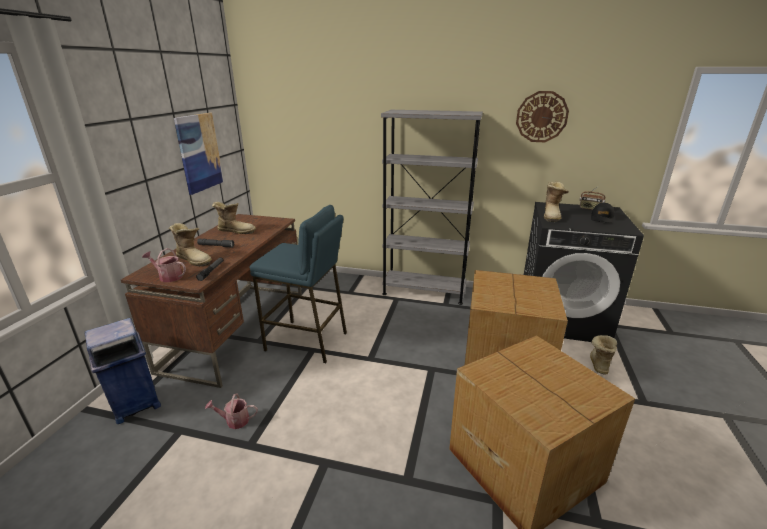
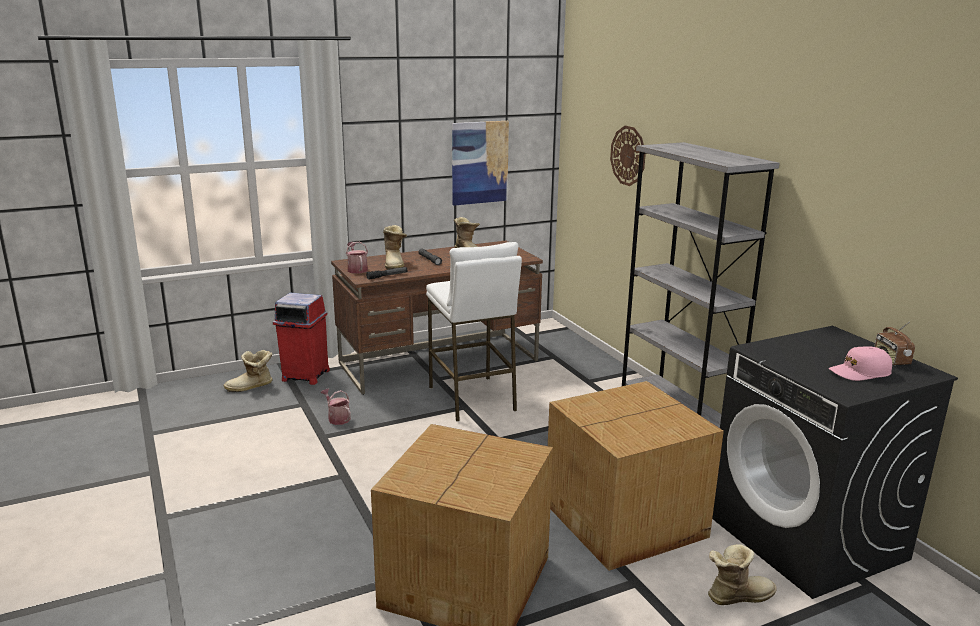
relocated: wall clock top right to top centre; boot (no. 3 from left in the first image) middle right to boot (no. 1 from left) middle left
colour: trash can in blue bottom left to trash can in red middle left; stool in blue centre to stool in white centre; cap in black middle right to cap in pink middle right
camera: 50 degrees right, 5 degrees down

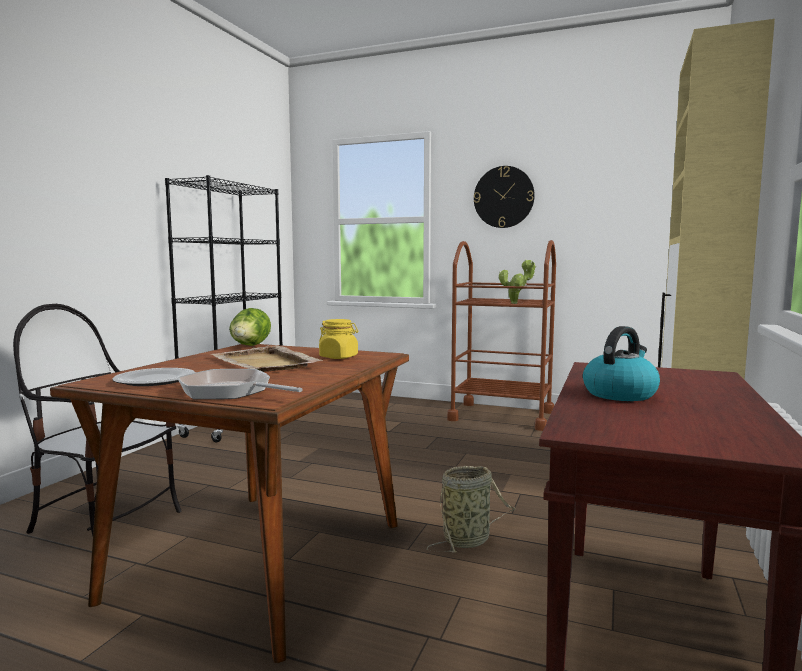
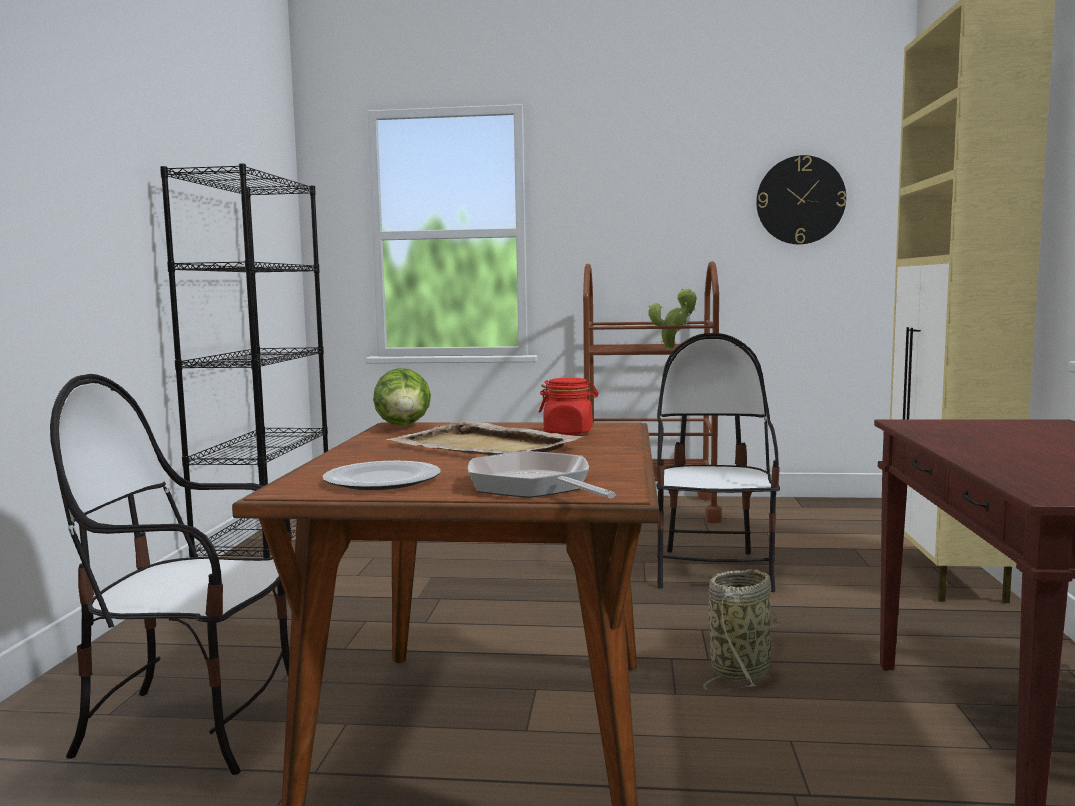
missing: kettle middle right
appeared: chair (no. 2 from left) middle right
relocated: wall clock top centre to top right
colour: jar in yellow centre to jar in red centre
spun: frying pan middle left = centre 45 degrees clockwise
camera: 15 degrees left, 0 degrees up

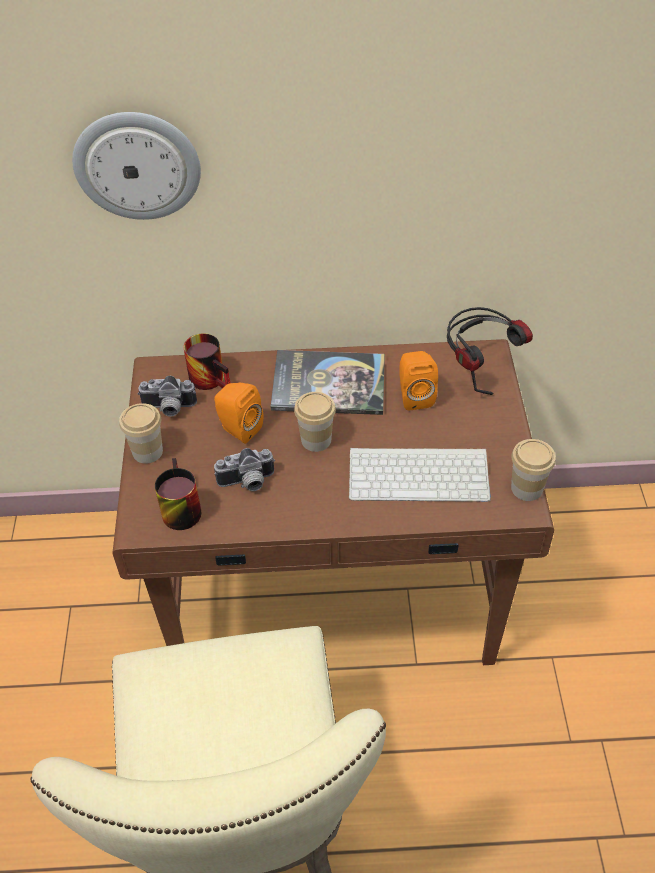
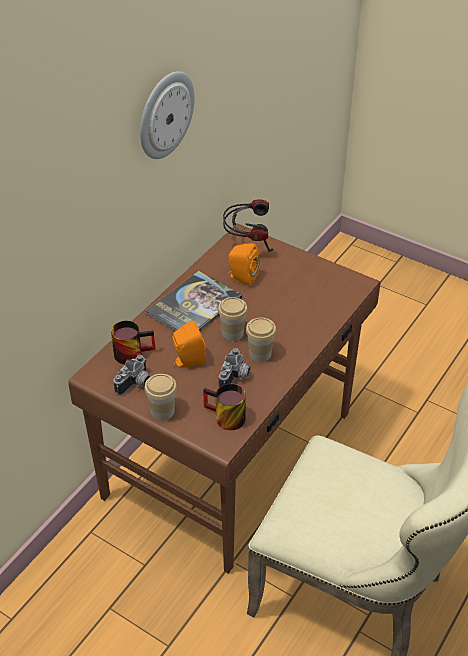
missing: keyboard centre
relocated: wall clock top left to top centre; cup (no. 3 from left) middle right to centre
camera: 55 degrees left, 5 degrees down

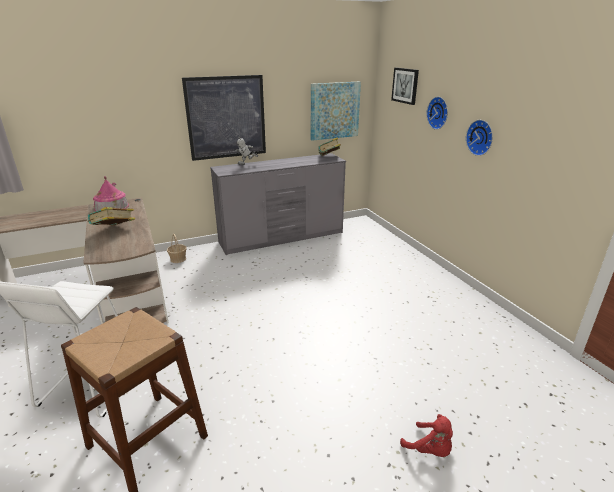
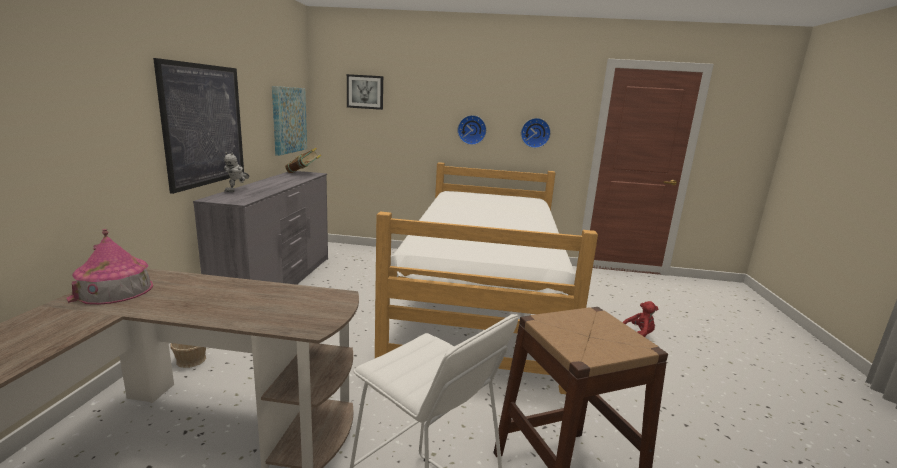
missing: book (no. 1 from left) middle left
appeared: bed centre
relocated: wall clock (no. 1 from left in the first image) top right to wall clock (no. 2 from left) top centre
camera: 60 degrees left, 10 degrees down

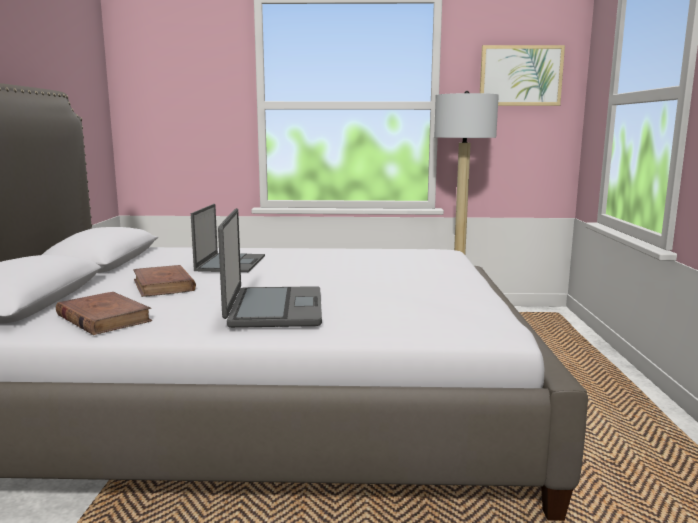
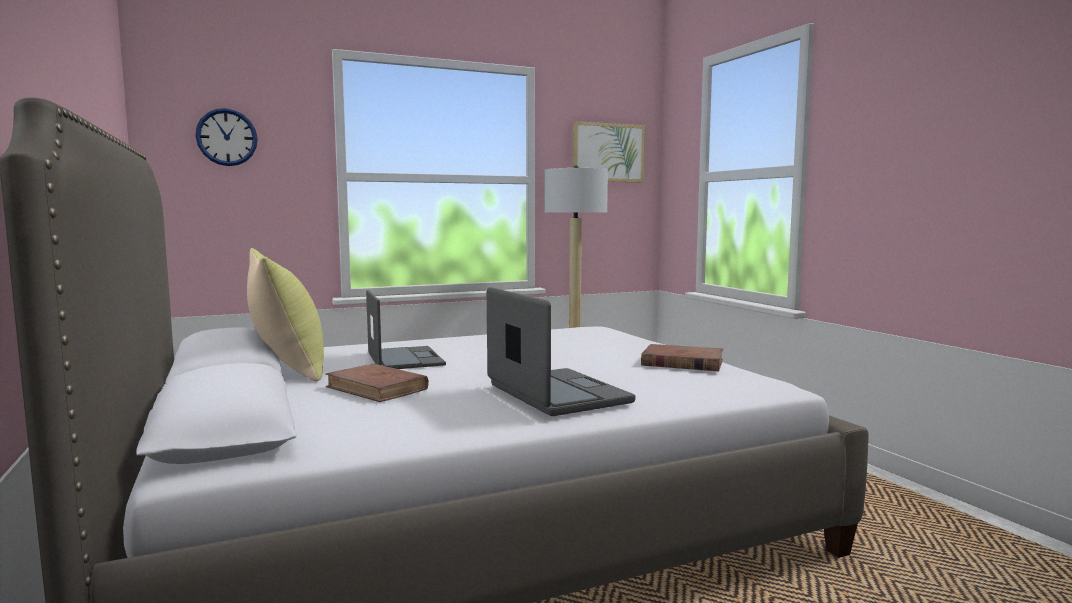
appeared: wall clock top left; pillow in yellow middle left
relocated: book in brown (no. 1 from left in the first image) middle left to book in brown (no. 2 from left) centre
camera: 25 degrees left, 5 degrees down

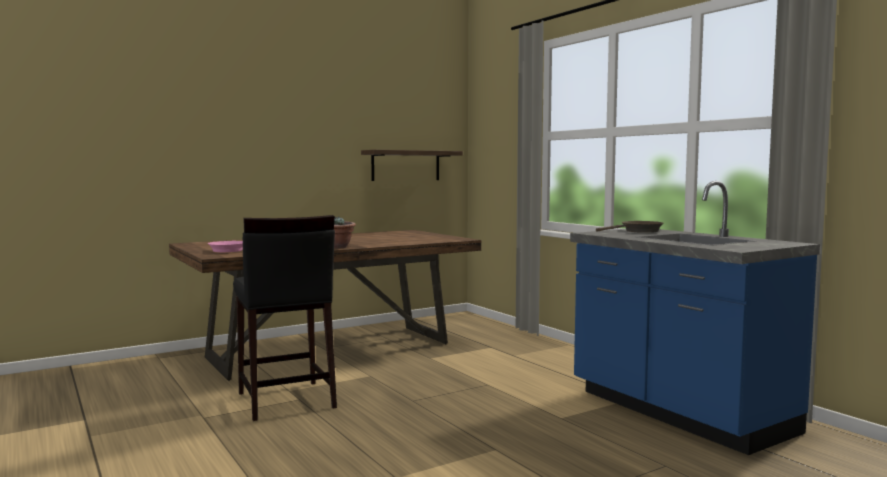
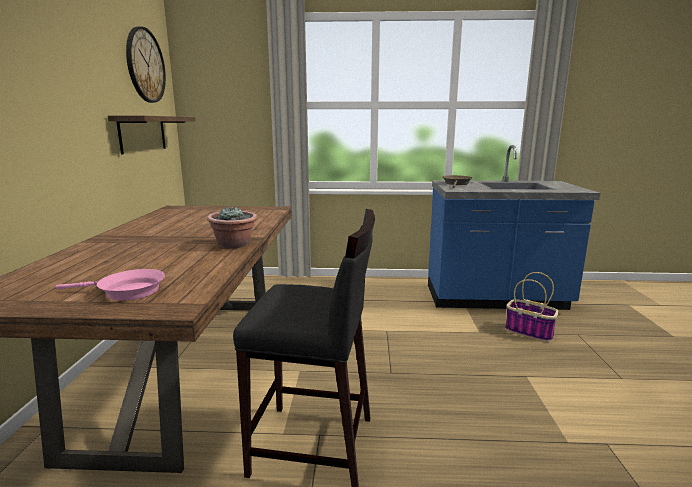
appeared: wall clock top left; basket middle right
camera: 55 degrees left, 10 degrees up

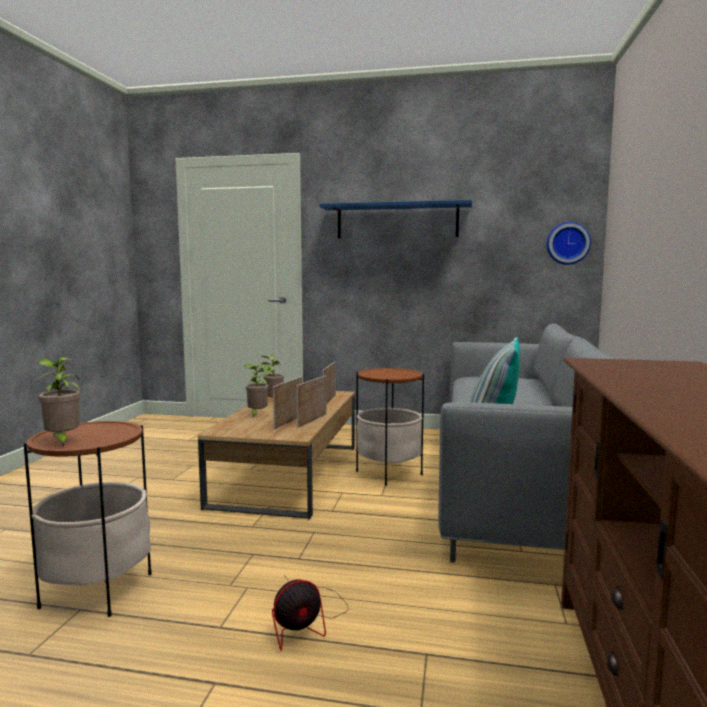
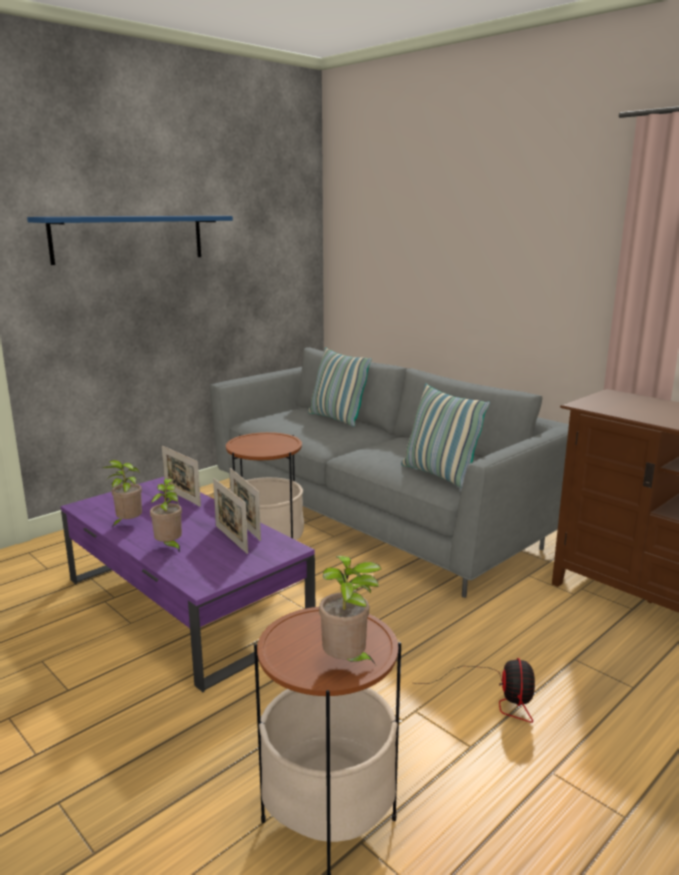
missing: wall clock middle right
appeared: pillow (no. 1 from left) centre
colour: coffee table in brown centre to coffee table in purple bottom left
camera: 55 degrees left, 10 degrees up

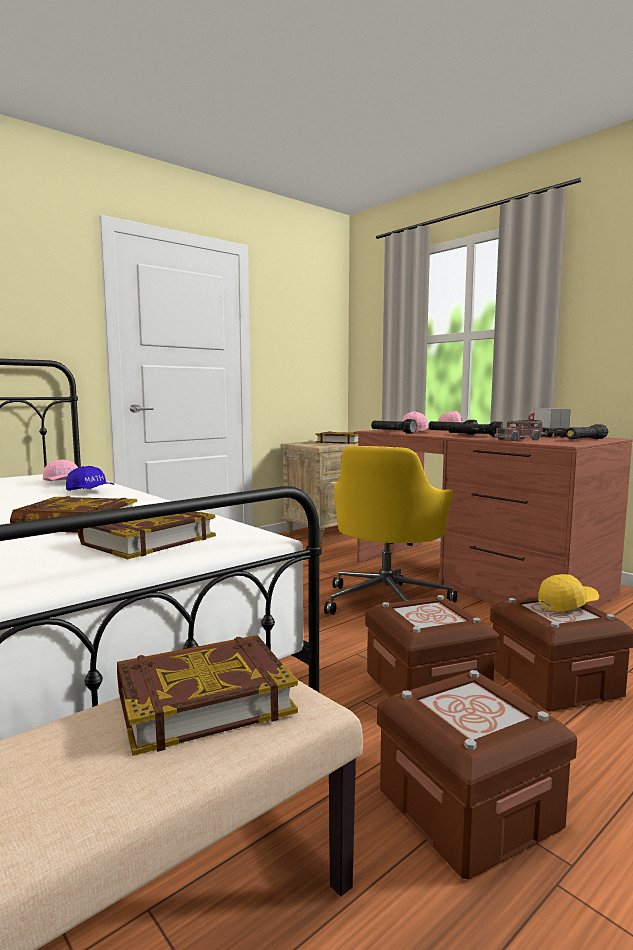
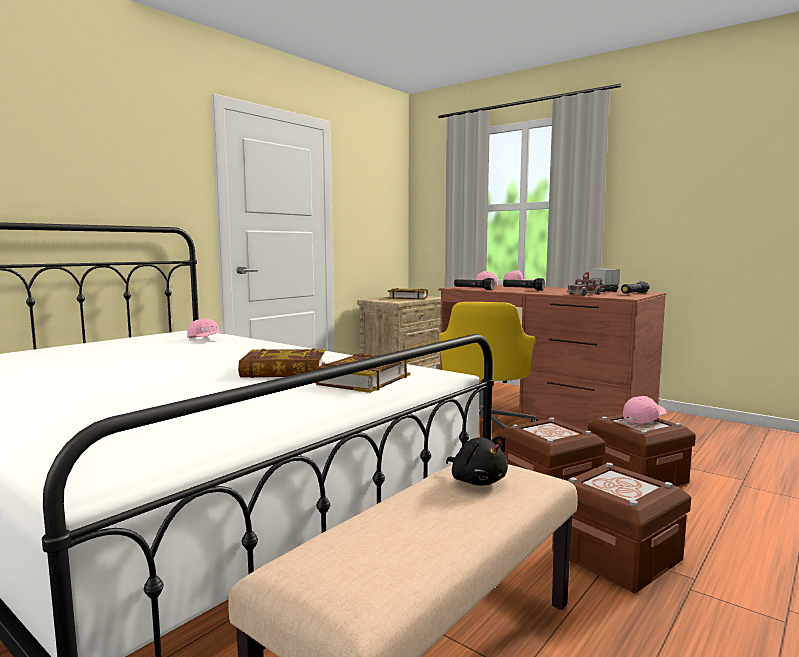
missing: cap in blue middle left; flashlight in black (no. 3 from left) middle right
exchanged: book (no. 3 from left) bottom left to plush toy in black bottom centre
colour: cap in yellow middle right to cap in pink (no. 4 from left) middle right
camera: 10 degrees left, 0 degrees up

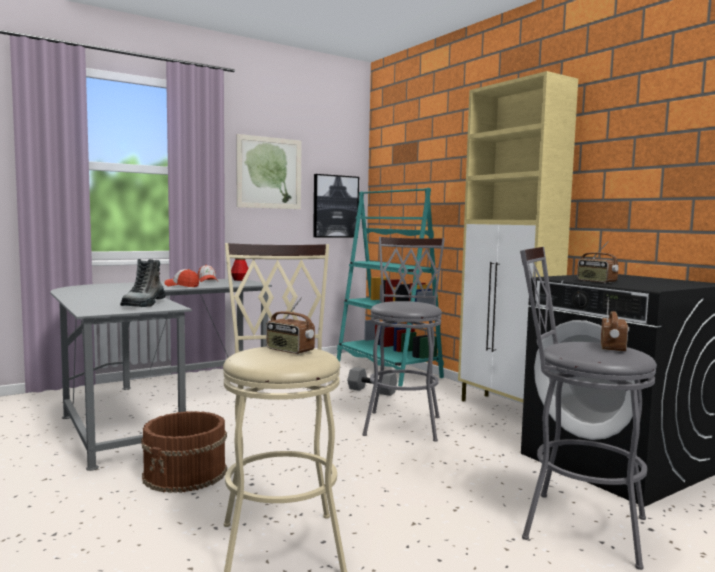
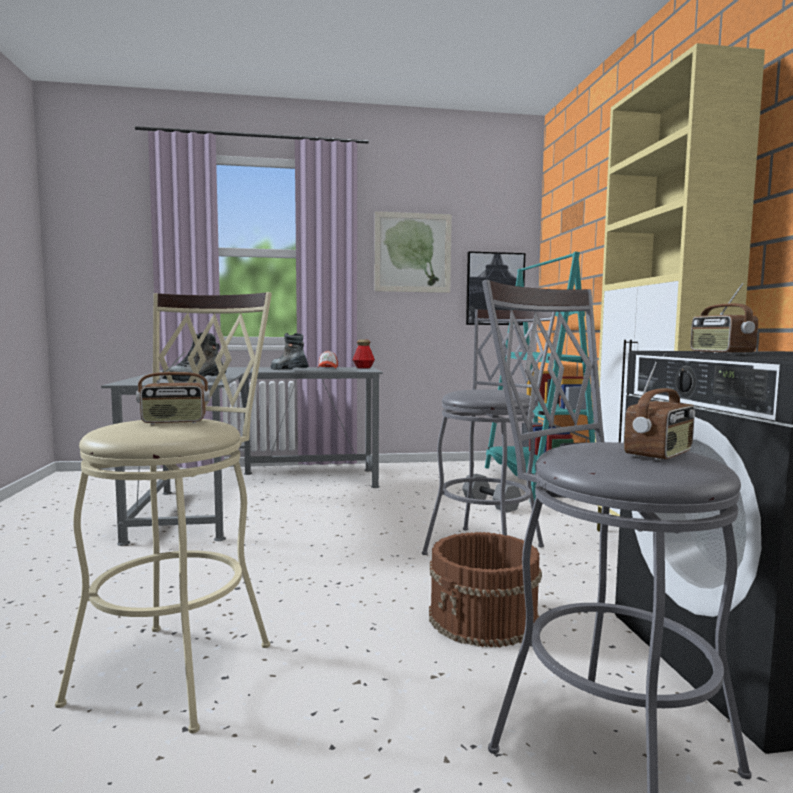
relocated: bucket in brown bottom left to bottom centre
exchanged: cap (no. 1 from left) middle left to boot (no. 2 from left) centre
spun: radio (no. 1 from left) centre = middle left 75 degrees counterclockwise
camera: 25 degrees right, 0 degrees up

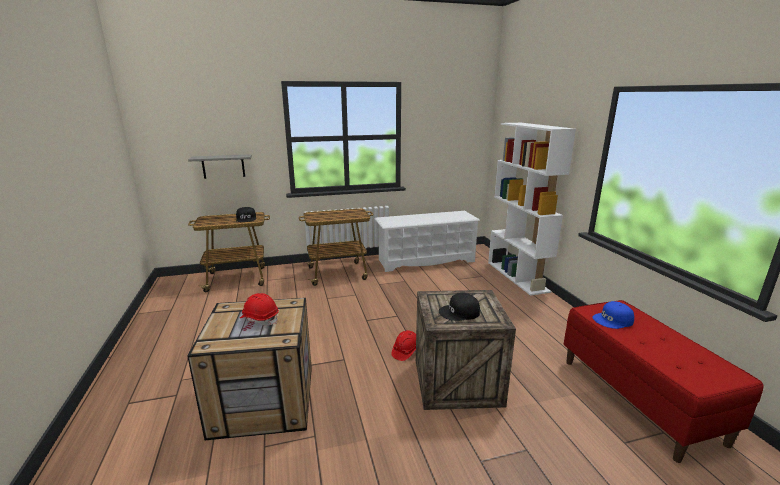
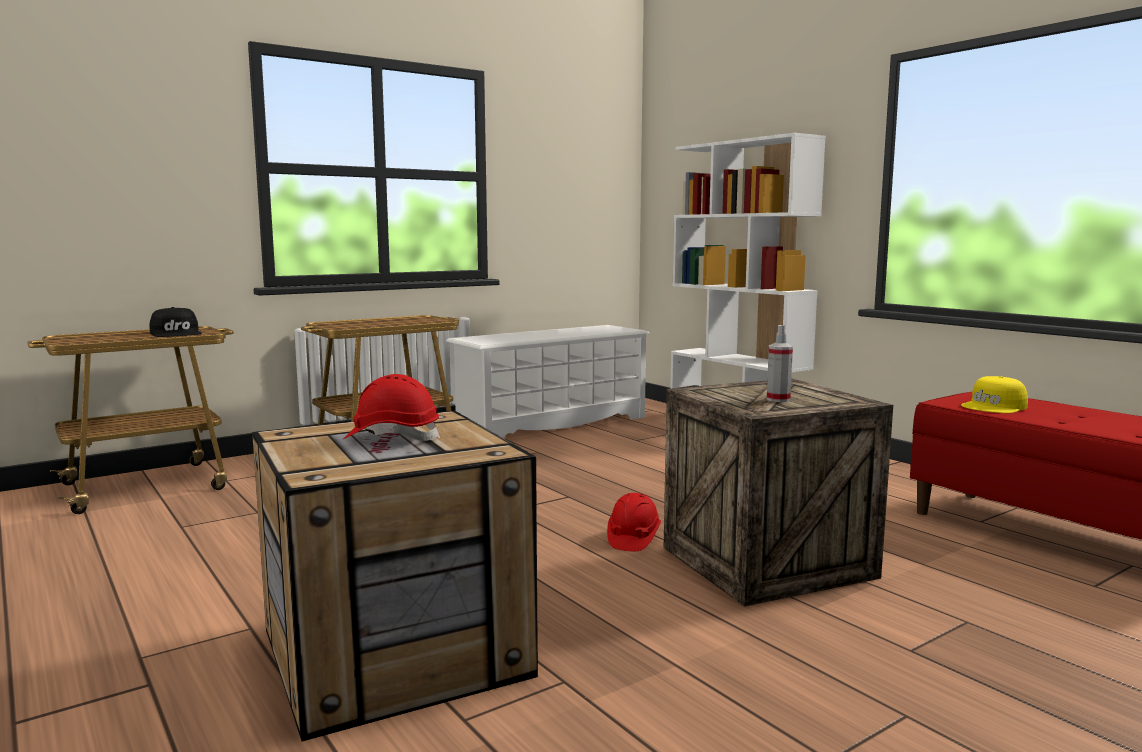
missing: shelf in grey middle left
exchanged: cap in black (no. 2 from left) centre to spray bottle middle right
colour: cap in blue middle right to cap in yellow middle right
camera: 20 degrees left, 10 degrees down

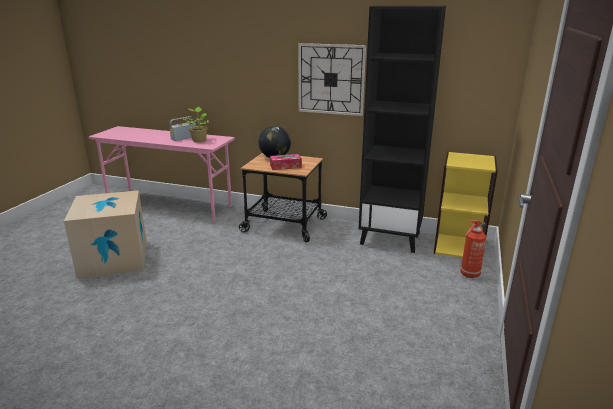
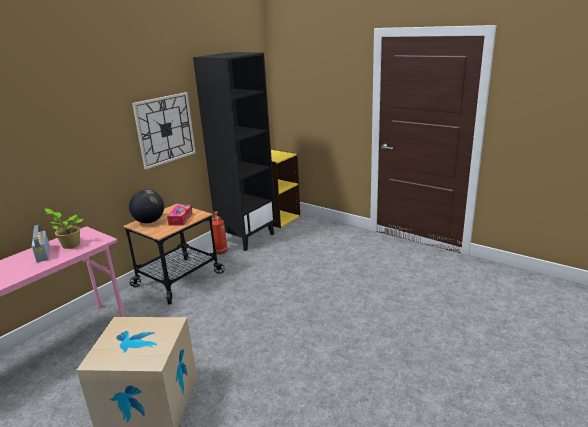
relocated: fire extinguisher middle right to centre
camera: 70 degrees left, 0 degrees up

